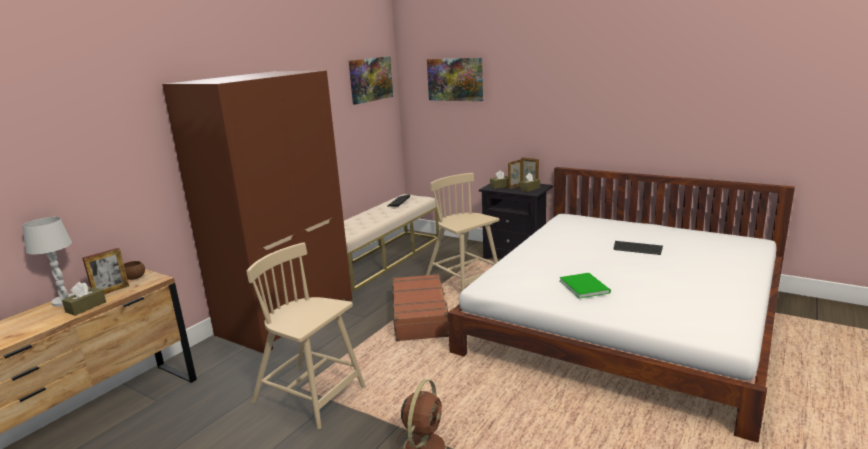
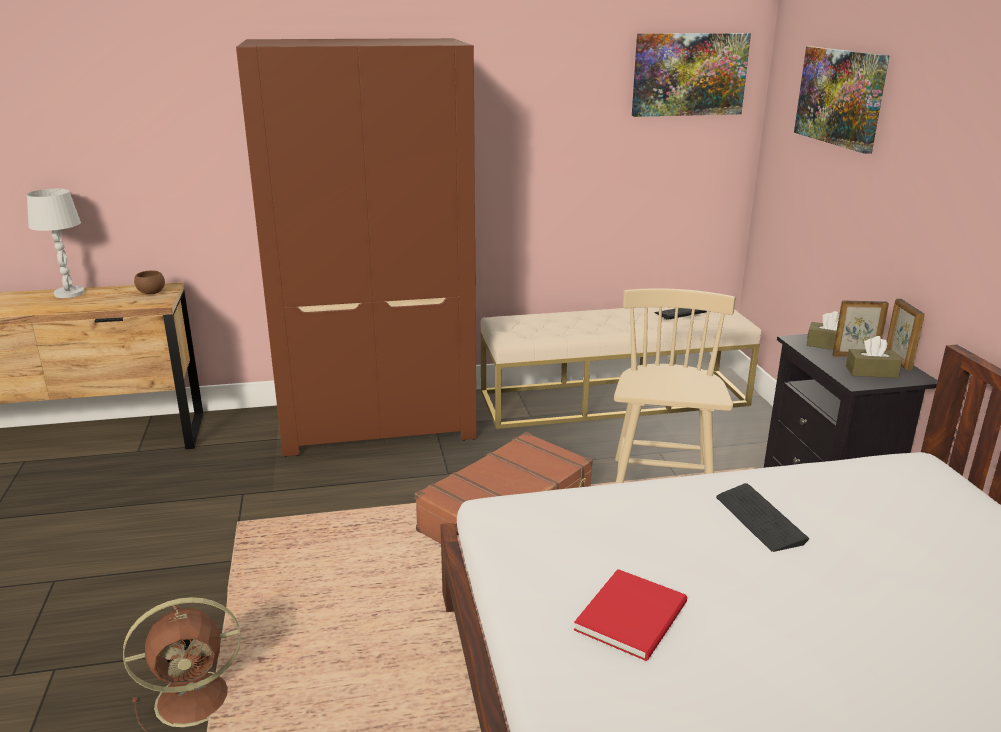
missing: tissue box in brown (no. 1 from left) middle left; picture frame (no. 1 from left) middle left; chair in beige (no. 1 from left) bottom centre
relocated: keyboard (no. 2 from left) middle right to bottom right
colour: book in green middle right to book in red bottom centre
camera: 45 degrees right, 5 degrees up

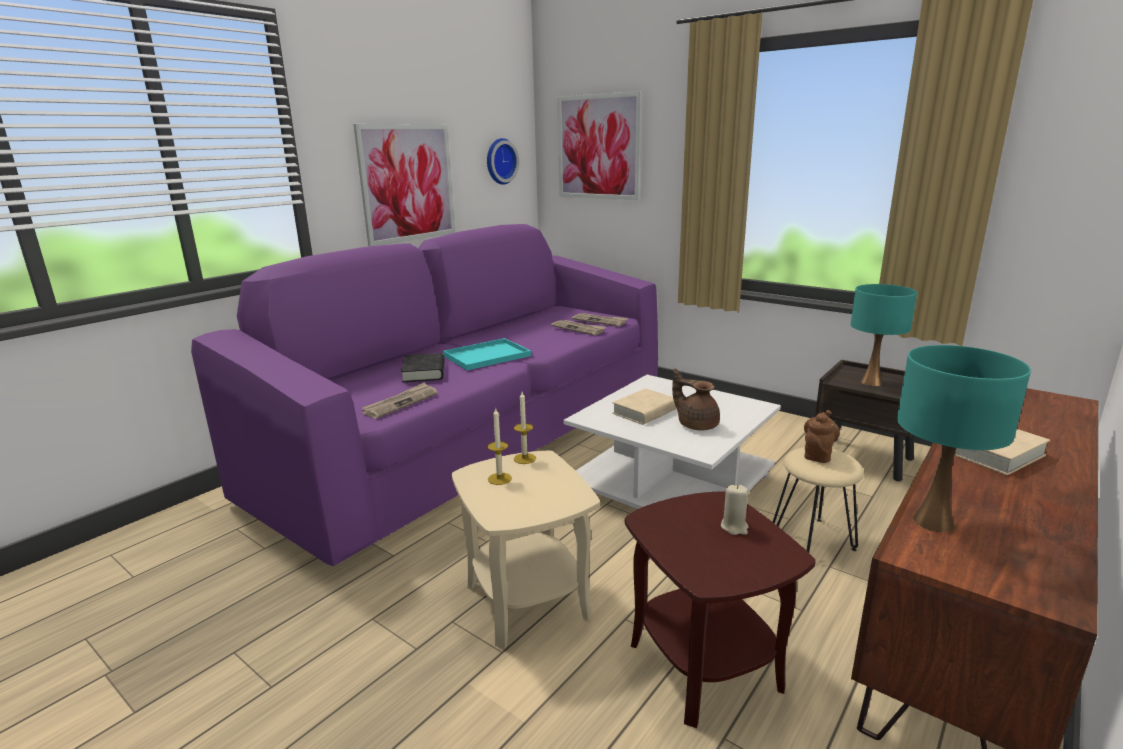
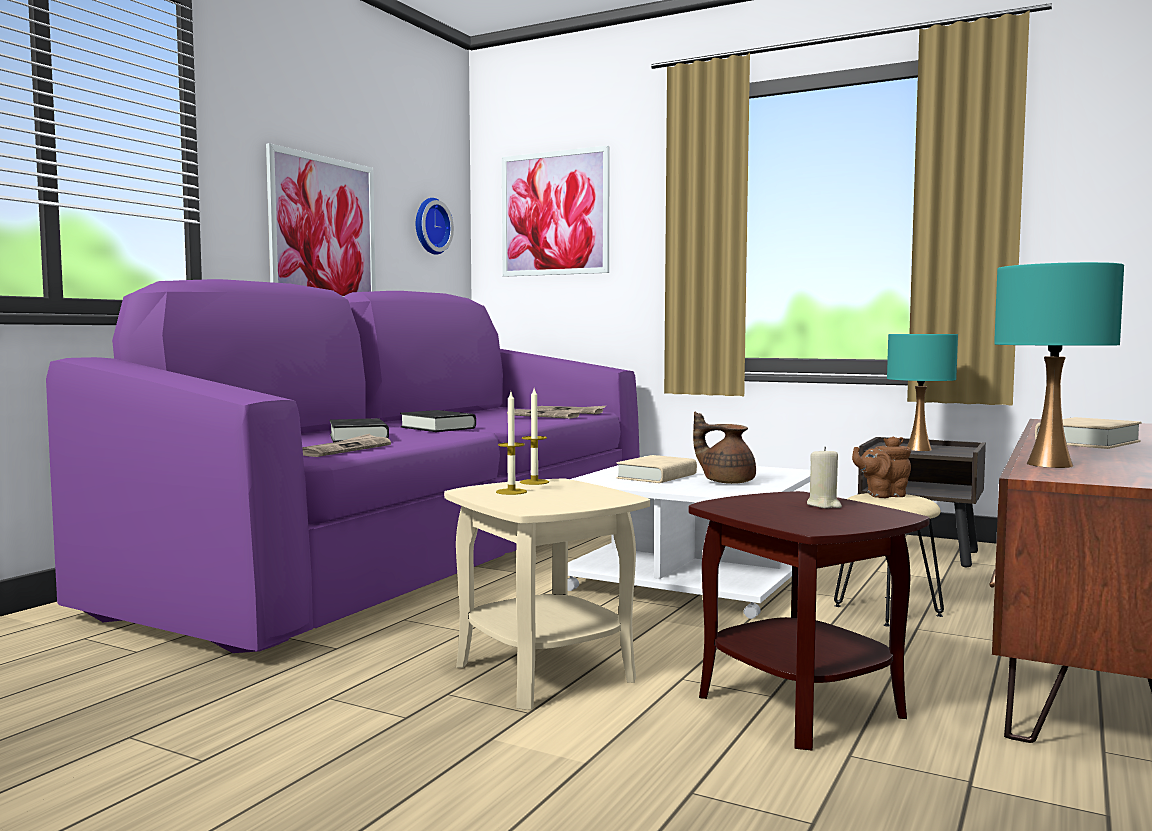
exchanged: tray in turquoise centre to book in black (no. 2 from left) centre
spun: teapot in brown (no. 2 from left) middle right = middle right 120 degrees counterclockwise
camera: 10 degrees left, 15 degrees down

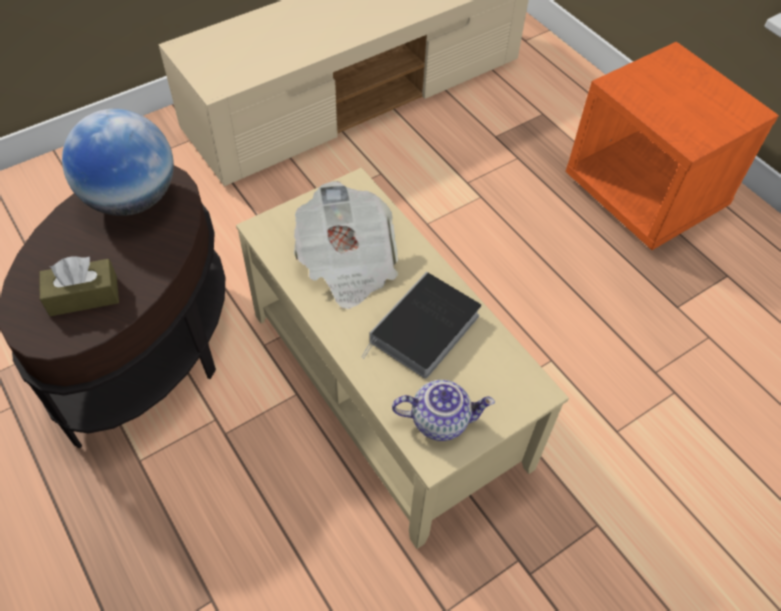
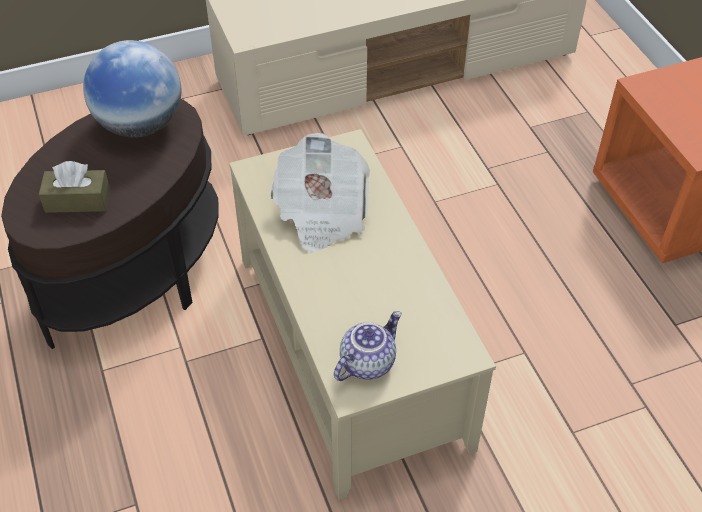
missing: book centre
spun: teapot bottom centre = bottom centre 60 degrees counterclockwise
camera: 15 degrees right, 5 degrees down

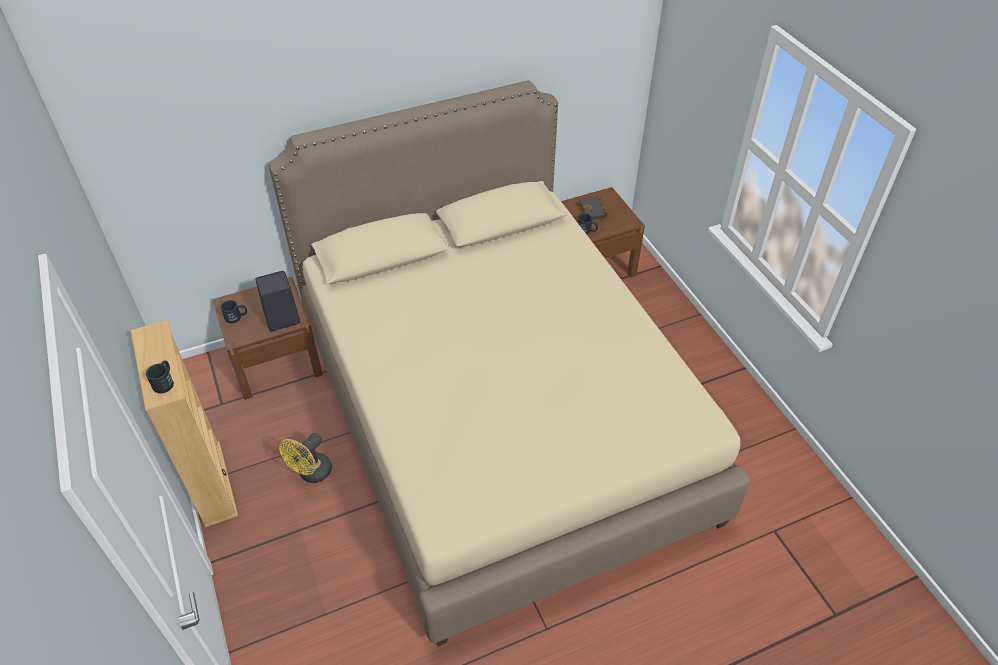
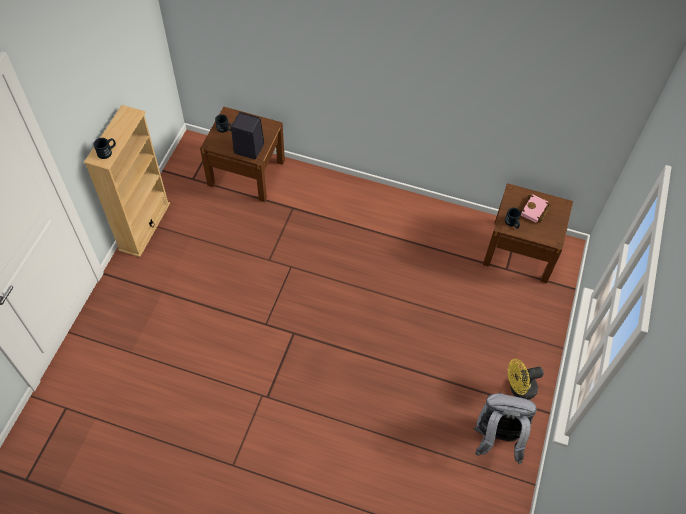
missing: bed in beige centre
appeared: backpack in grey bottom right
relocated: fan in yellow bottom left to bottom right
colour: book in black top centre to book in pink middle right
camera: 40 degrees right, 10 degrees up

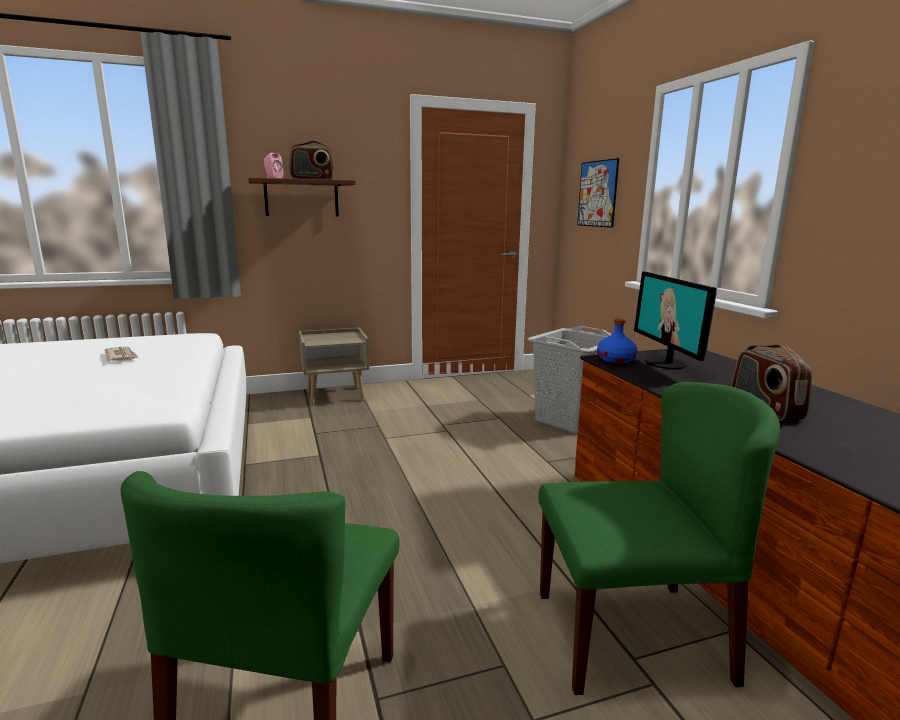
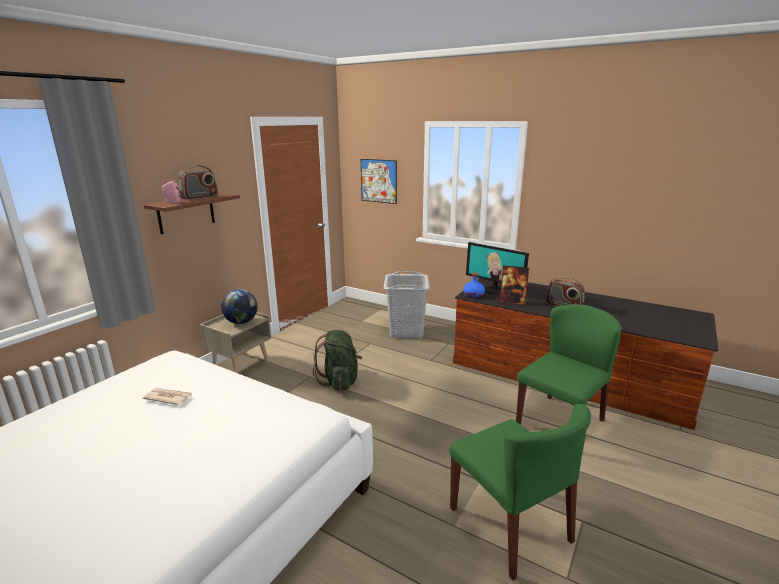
appeared: globe middle left; backpack in green centre; picture frame centre
camera: 40 degrees left, 5 degrees up

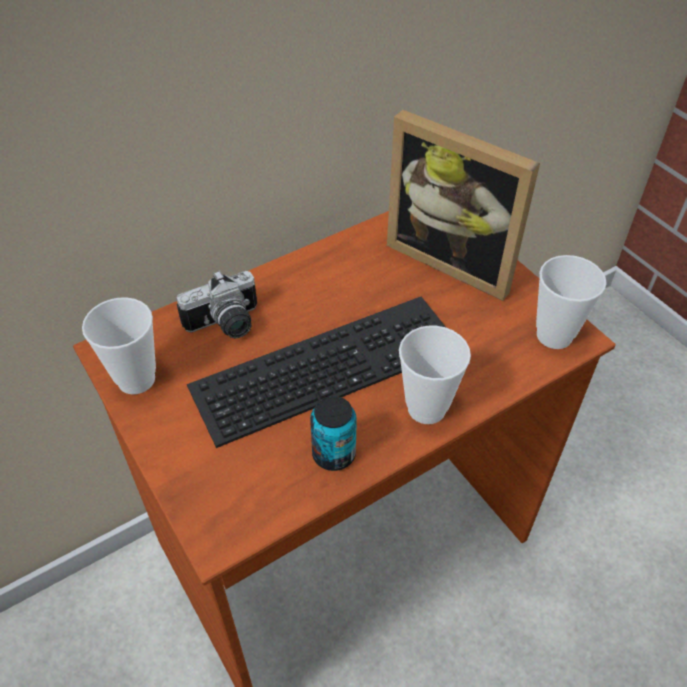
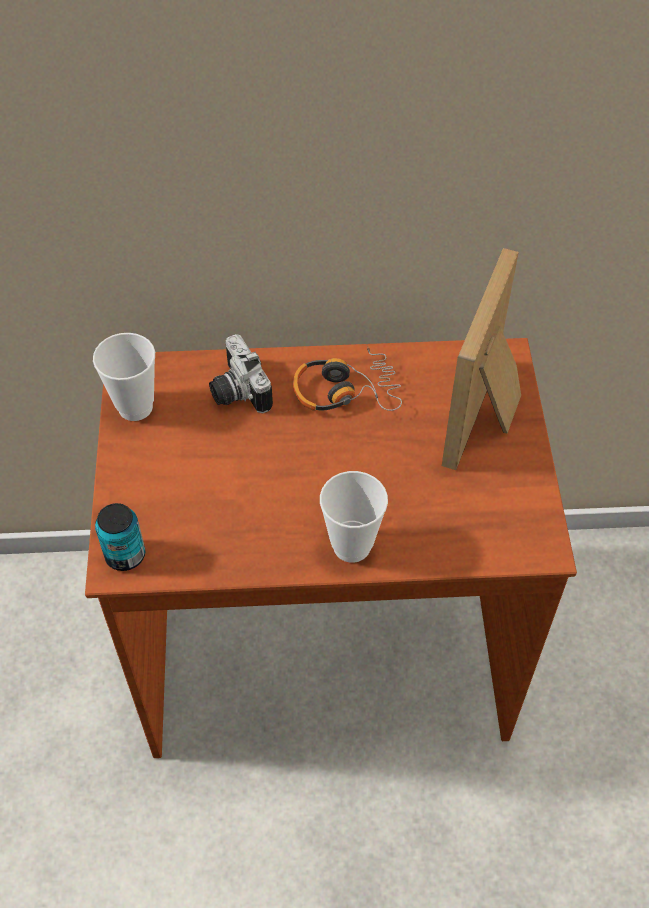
missing: keyboard centre; cup (no. 3 from left) middle right
appeared: headphones centre
relocated: can centre to middle left
spun: photo camera middle left = centre 60 degrees clockwise; picture frame top right = middle right 45 degrees clockwise
camera: 30 degrees right, 5 degrees up

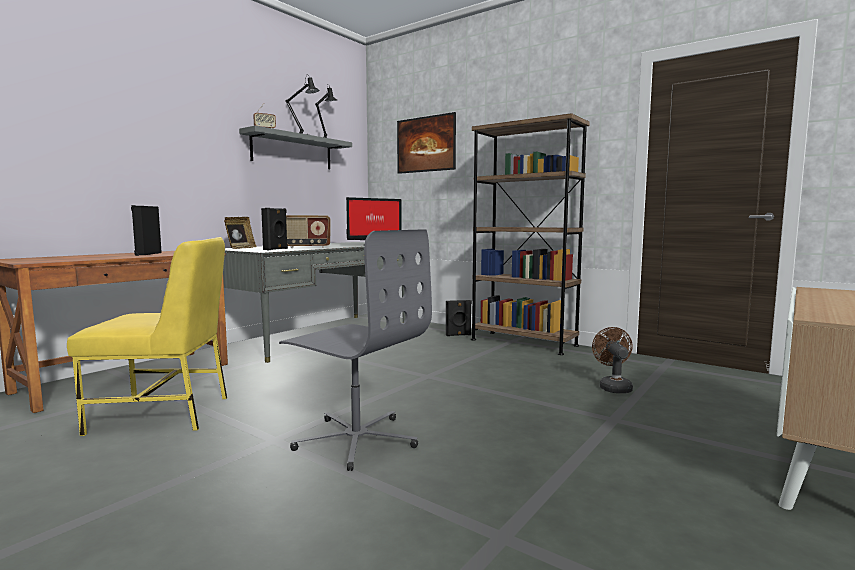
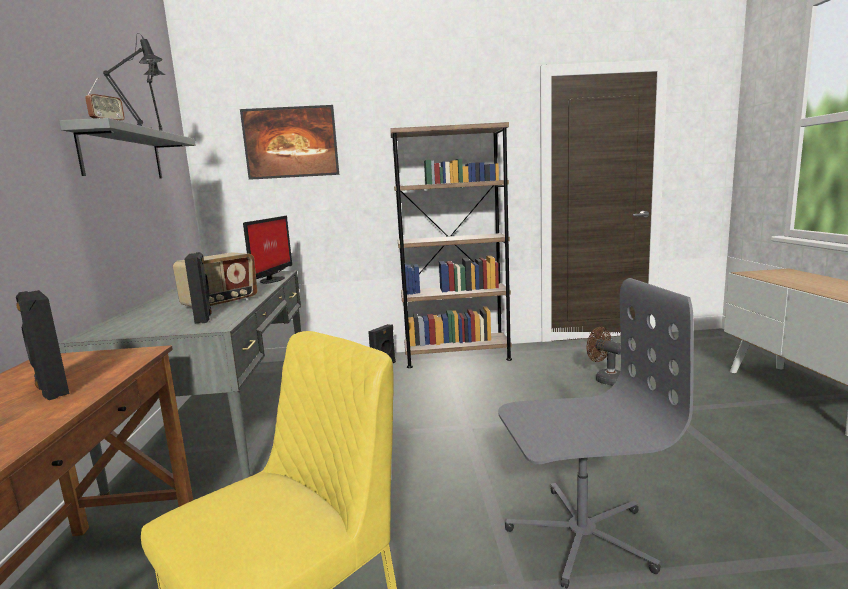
missing: picture frame middle left
camera: 40 degrees left, 5 degrees up

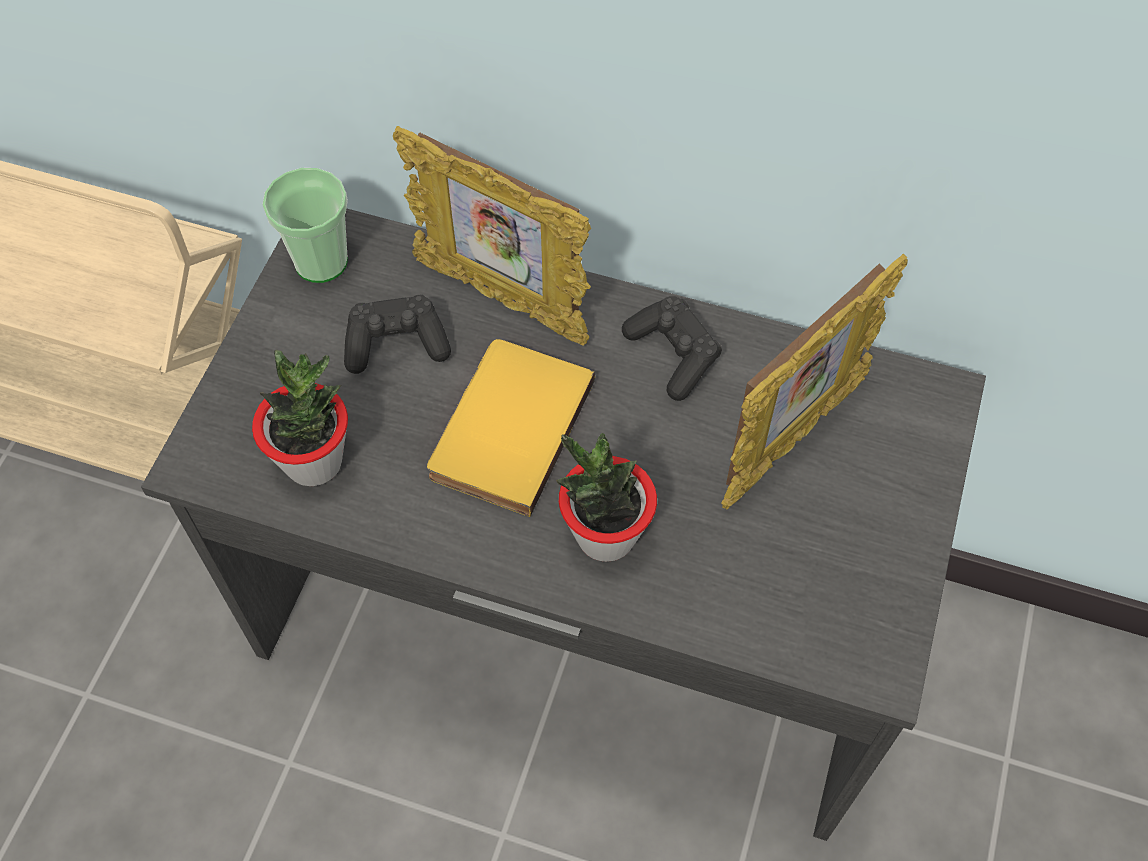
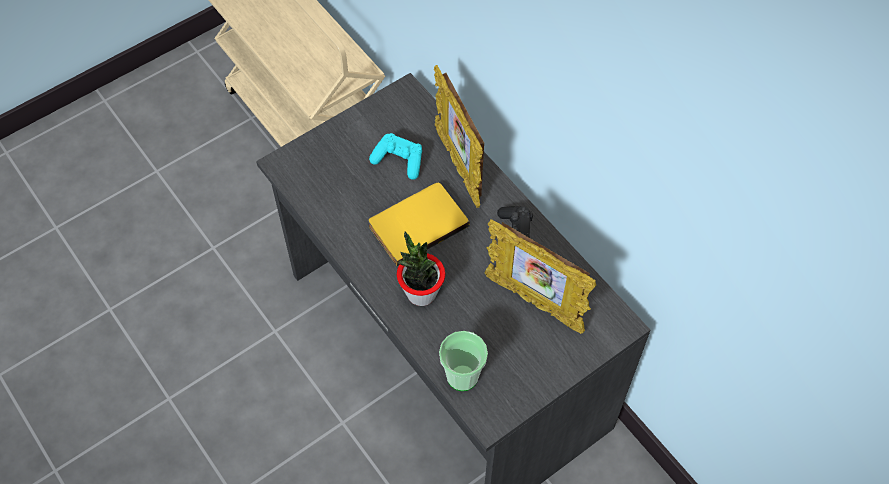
missing: potted plant (no. 1 from left) middle left
relocated: cup top left to bottom centre
colour: game controller in black (no. 1 from left) centre to game controller in turquoise top centre
spun: picture frame (no. 2 from left) middle right = centre 45 degrees clockwise
camera: 35 degrees right, 0 degrees up

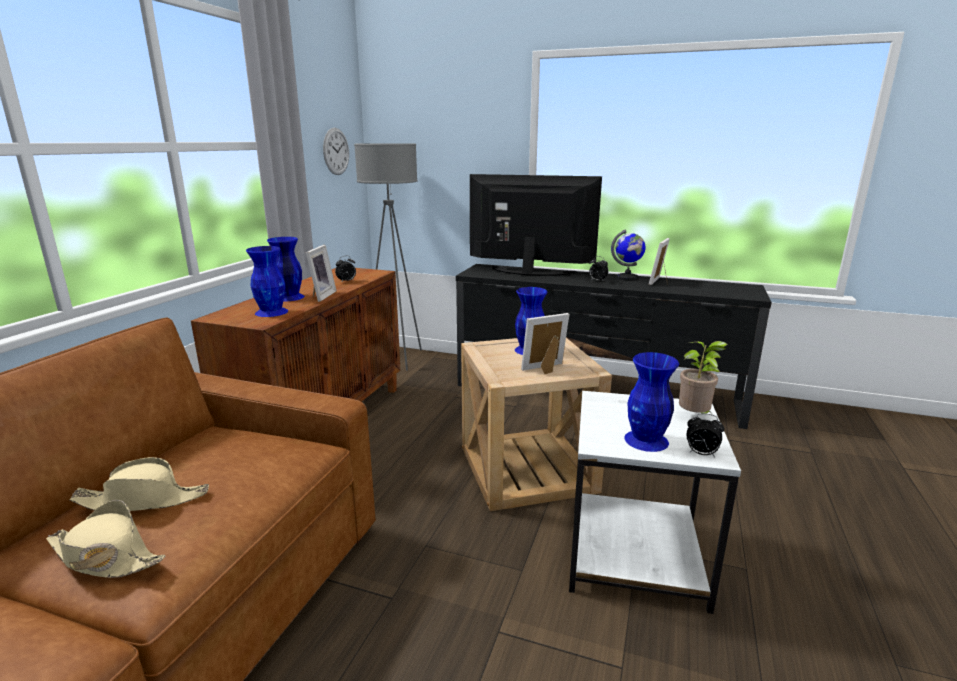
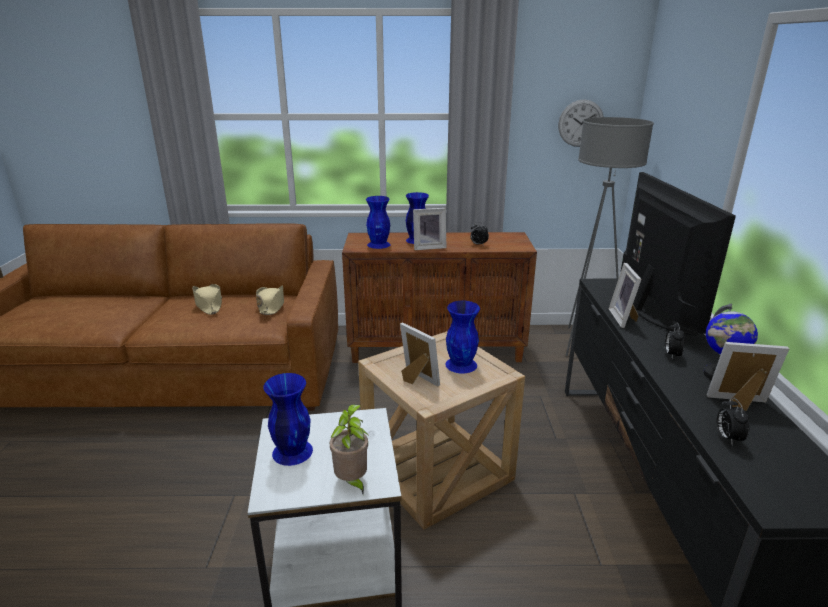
appeared: picture frame (no. 3 from left) middle right
relocated: hat in beige (no. 1 from left in the first image) bottom left to hat in beige (no. 2 from left) middle left; alarm clock (no. 3 from left) middle right to bottom right
camera: 70 degrees right, 5 degrees up

